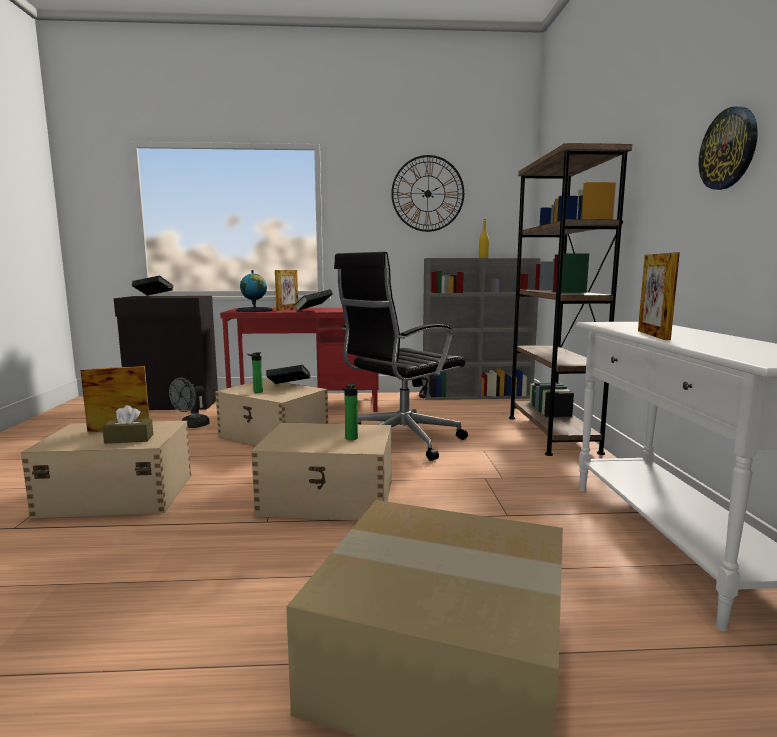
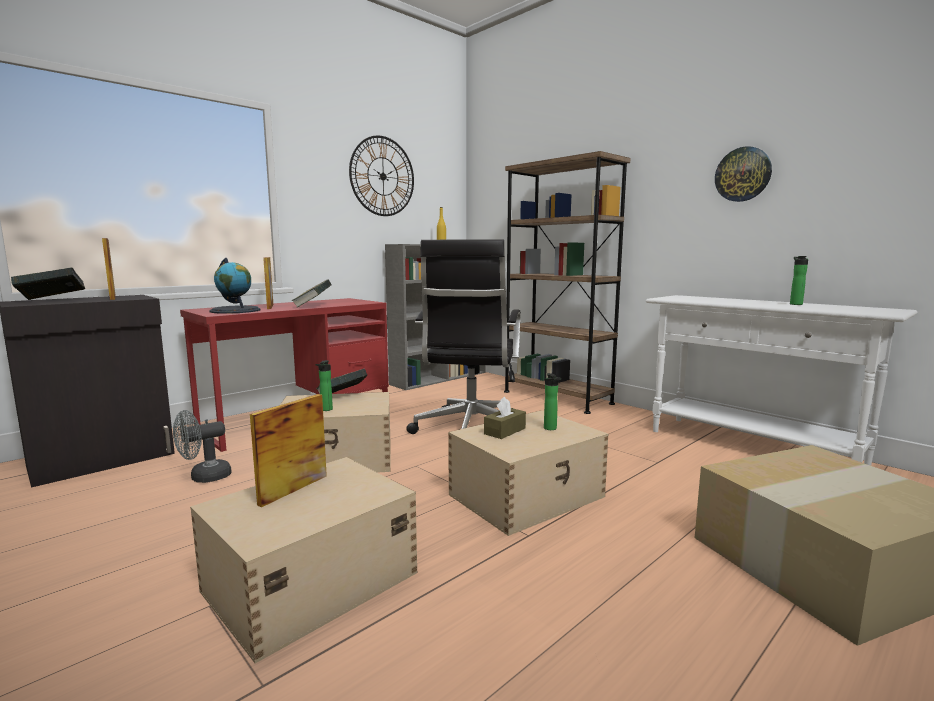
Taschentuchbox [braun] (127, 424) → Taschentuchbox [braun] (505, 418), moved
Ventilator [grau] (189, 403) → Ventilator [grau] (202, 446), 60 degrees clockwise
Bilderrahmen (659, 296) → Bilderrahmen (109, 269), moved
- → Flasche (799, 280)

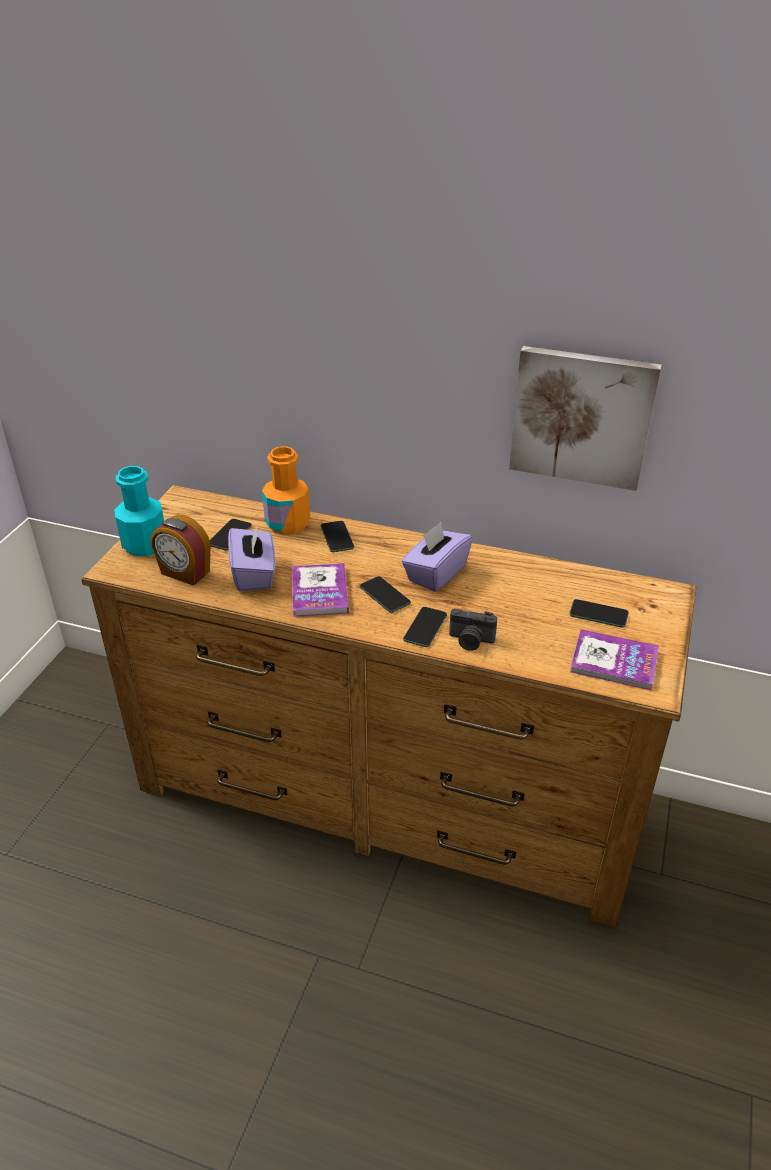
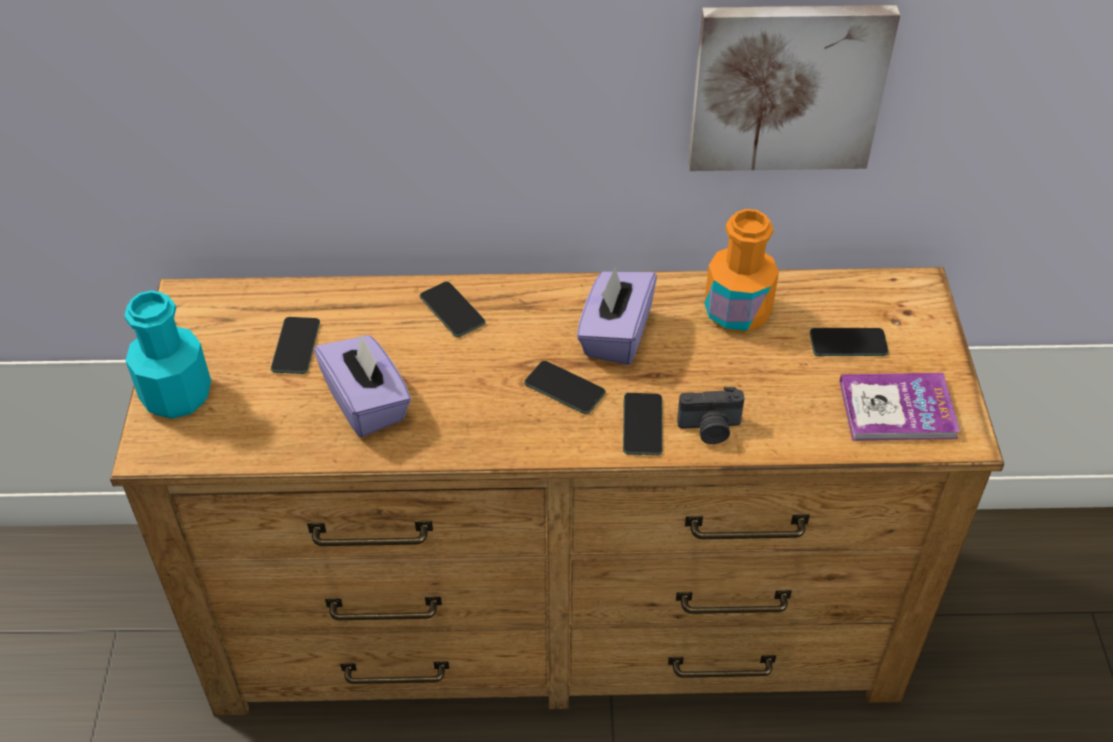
Wecker (181, 550) → -
Flasche [orange] (286, 490) → Flasche [orange] (741, 271), moved
Buch (320, 590) → -

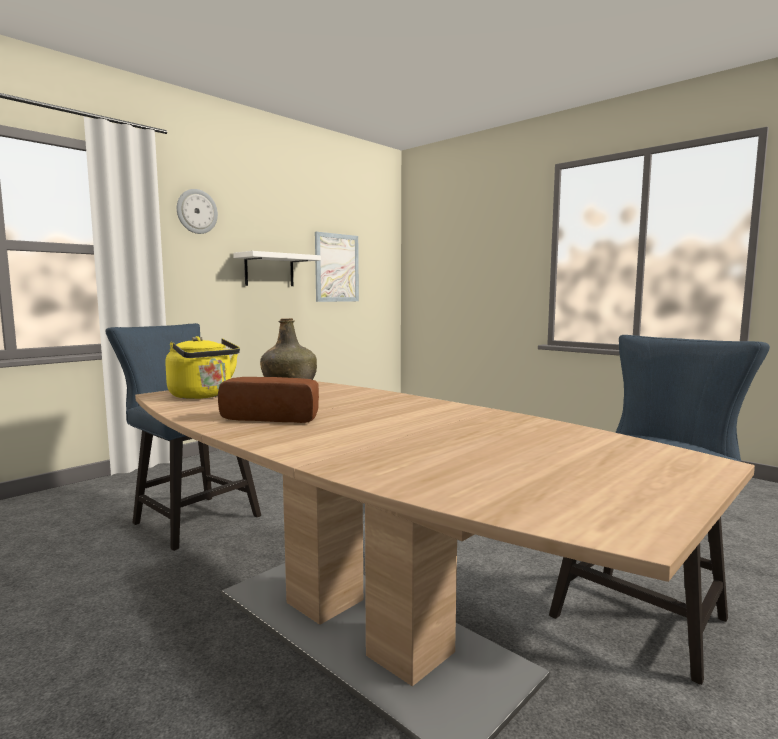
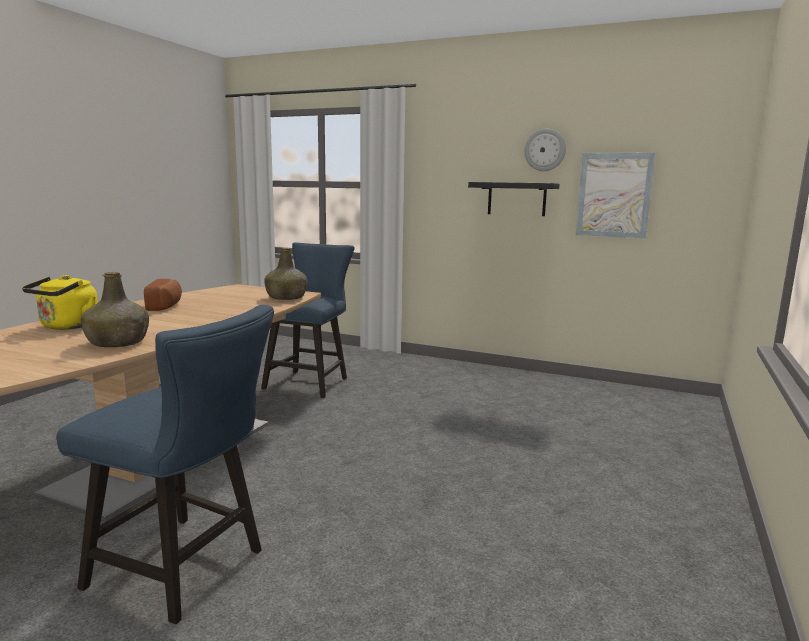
Wasserkessel [gelb] (202, 367) → Wasserkessel [gelb] (60, 302), moved
Wanduhr (197, 211) → Wanduhr (545, 150), moved
Wandregal [weiß] (277, 268) → Wandregal [schwarz] (514, 199)
- → Flasche [grün] (115, 309)

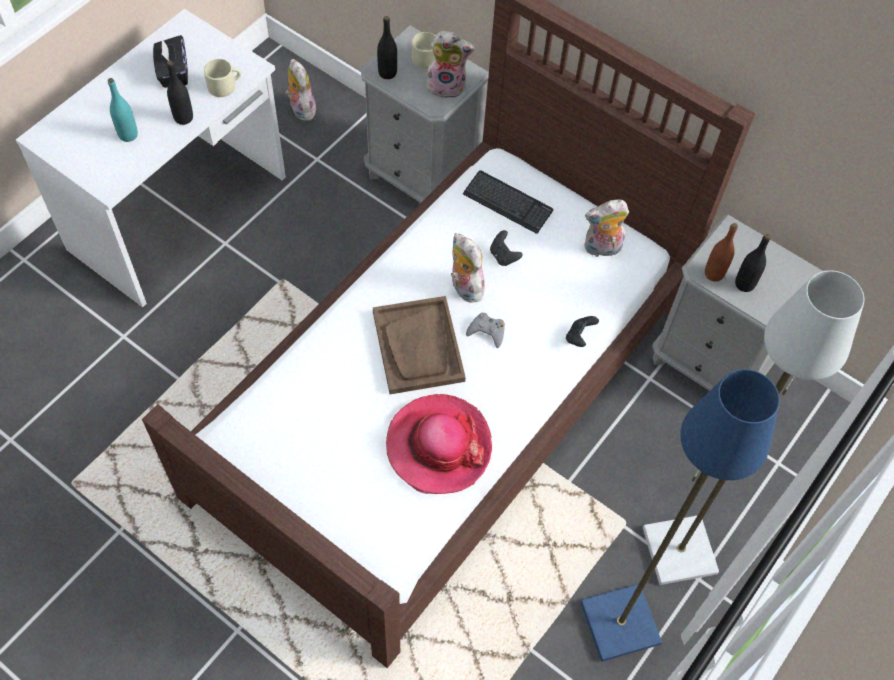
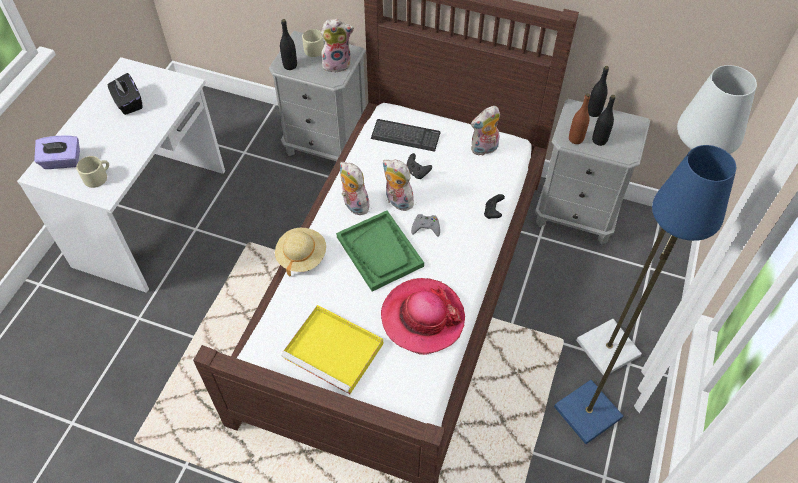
Flasche [türkis] (123, 110) → -
Flasche [schwarz] (180, 93) → Flasche [schwarz] (598, 91), moved
Henkelbecher [beige] (222, 78) → Henkelbecher [beige] (92, 172), moved
Plüschtier (300, 90) → Plüschtier (354, 188), moved
Tablett [braun] (419, 345) → Tablett [grün] (380, 251)
- → Taschentuchbox [lila] (57, 152)
- → Hut [beige] (300, 252)
- → Tablett [gelb] (332, 349)

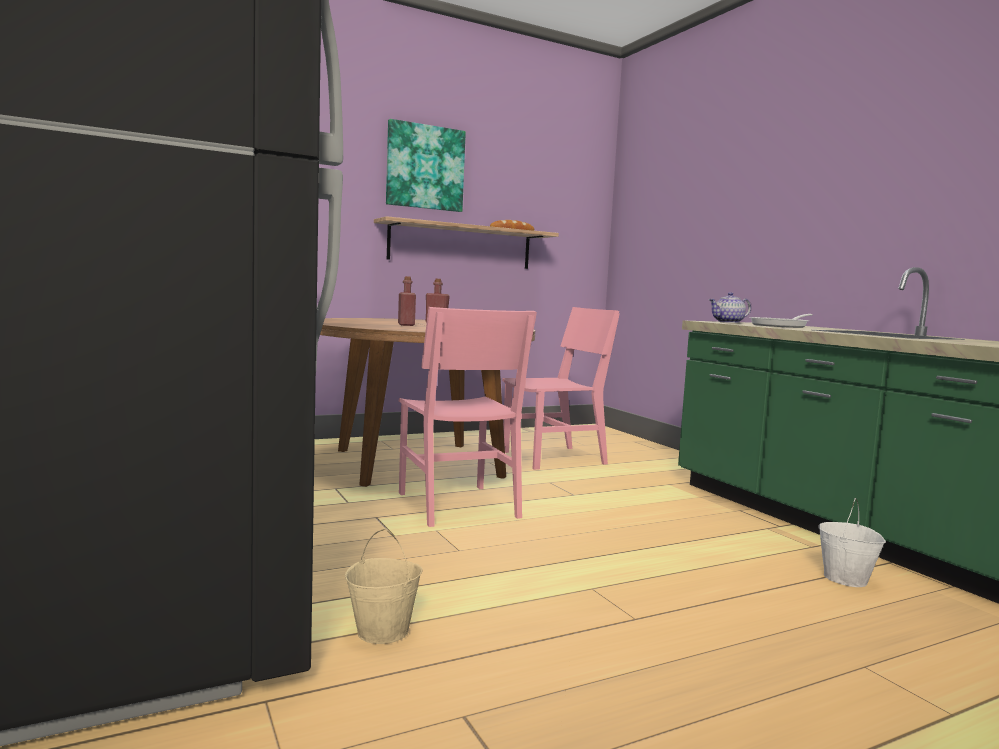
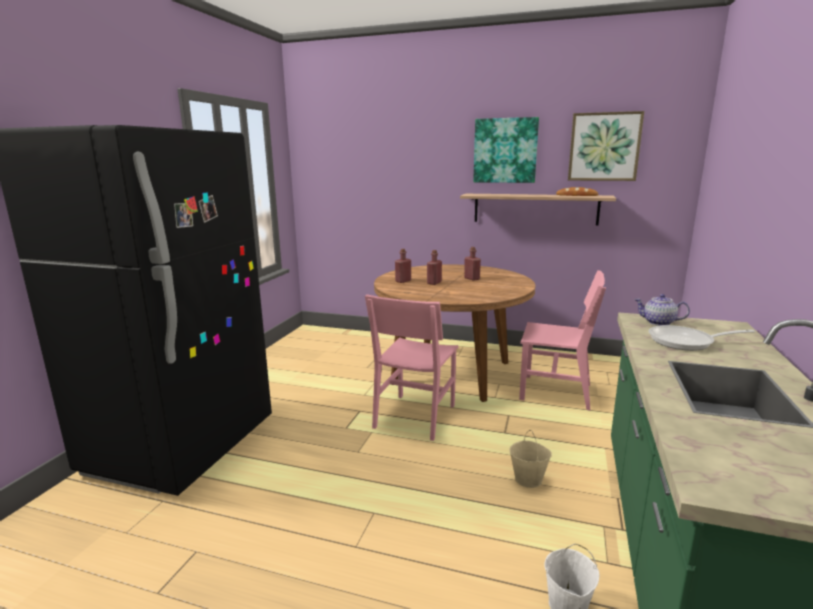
Eimer [beige] (384, 586) → Eimer [beige] (530, 459), moved
- → Flasche [rot] (403, 266)
- → Bild (606, 146)

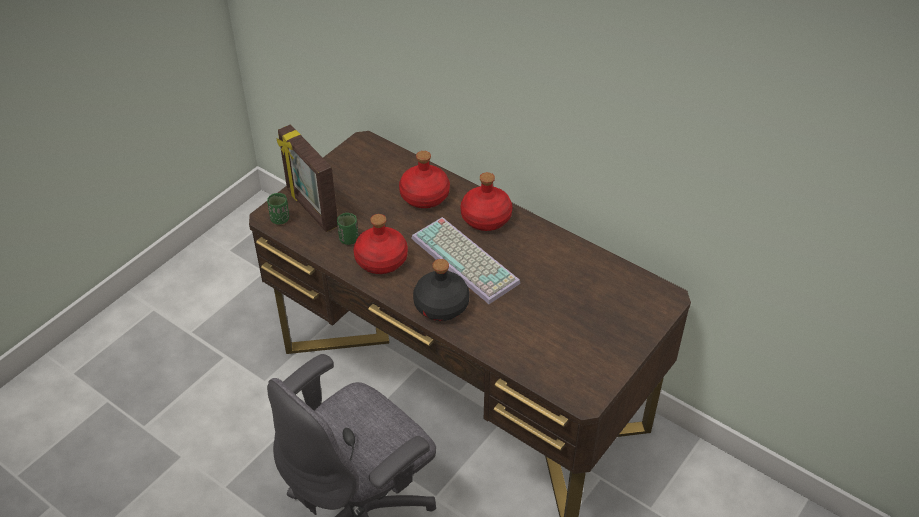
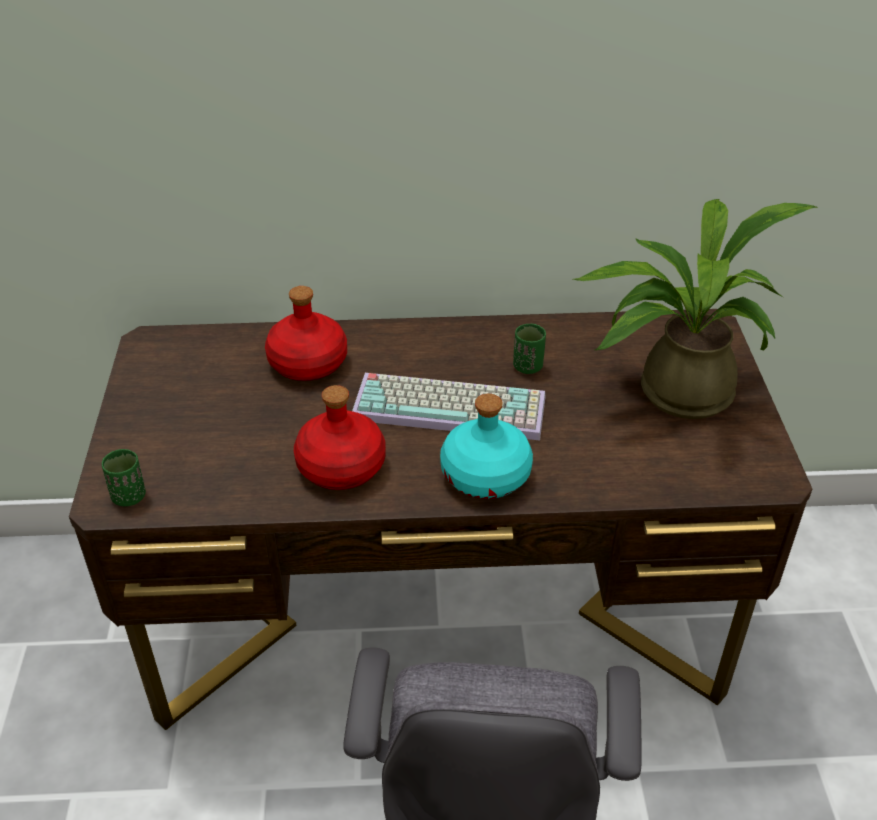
Bilderrahmen (307, 178) → -
Tasse [grün] (348, 229) → Tasse [grün] (529, 349), moved
Flasche [schwarz] (441, 290) → Flasche [türkis] (486, 446)
Flasche [rot] (486, 201) → -
- → Topfpflanze (695, 309)

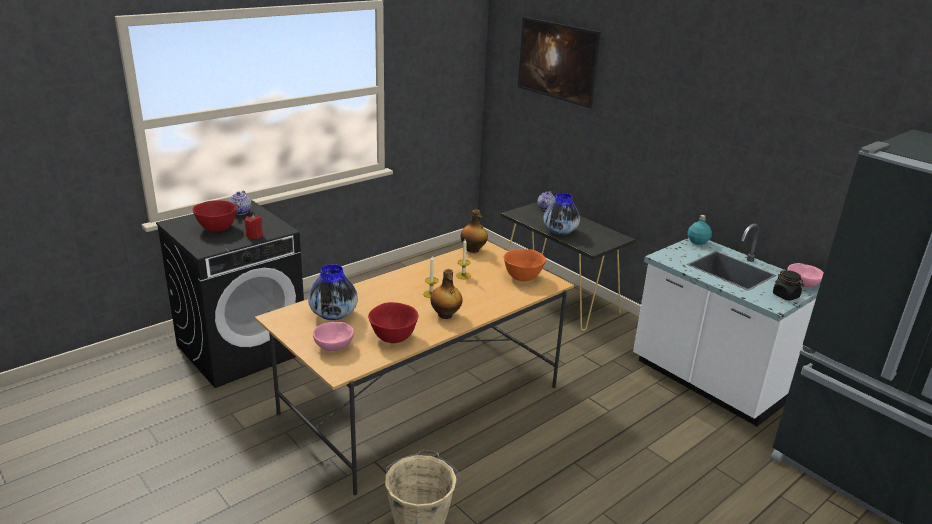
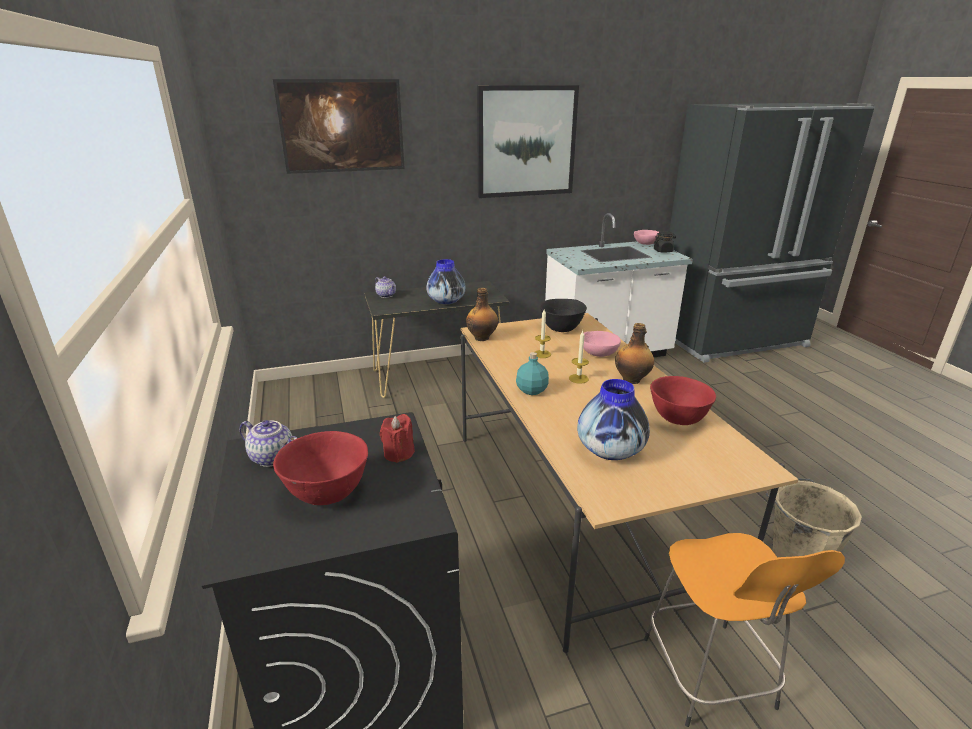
Schüssel [rosa] (333, 336) → Schüssel [rosa] (602, 344), moved
Schüssel [orange] (525, 265) → Schüssel [schwarz] (563, 315)
Flasche [türkis] (699, 230) → Flasche [türkis] (532, 373), moved
- → Bild (528, 141)
- → Hocker [orange] (744, 630)

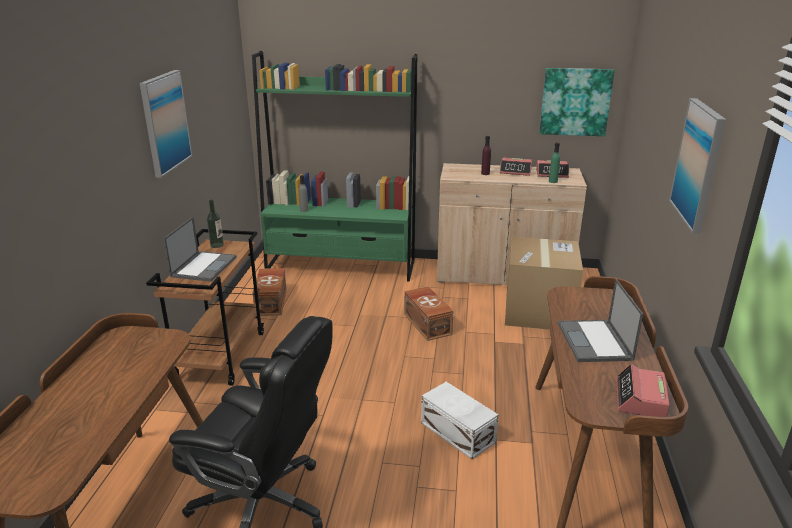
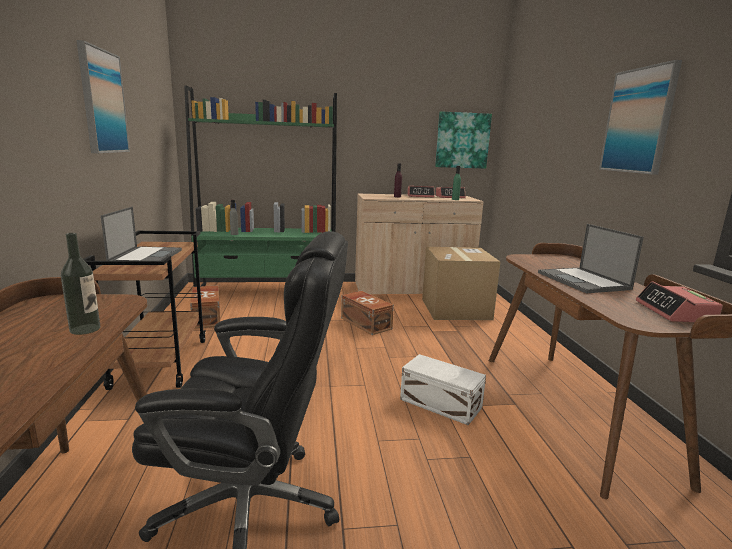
Flasche (215, 223) → Flasche (80, 284), moved

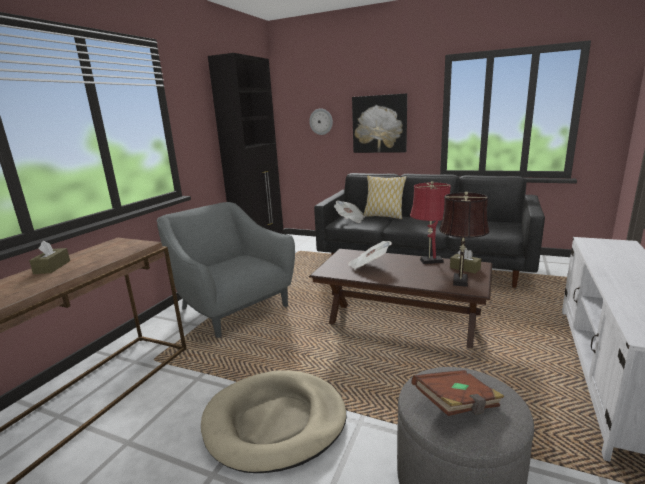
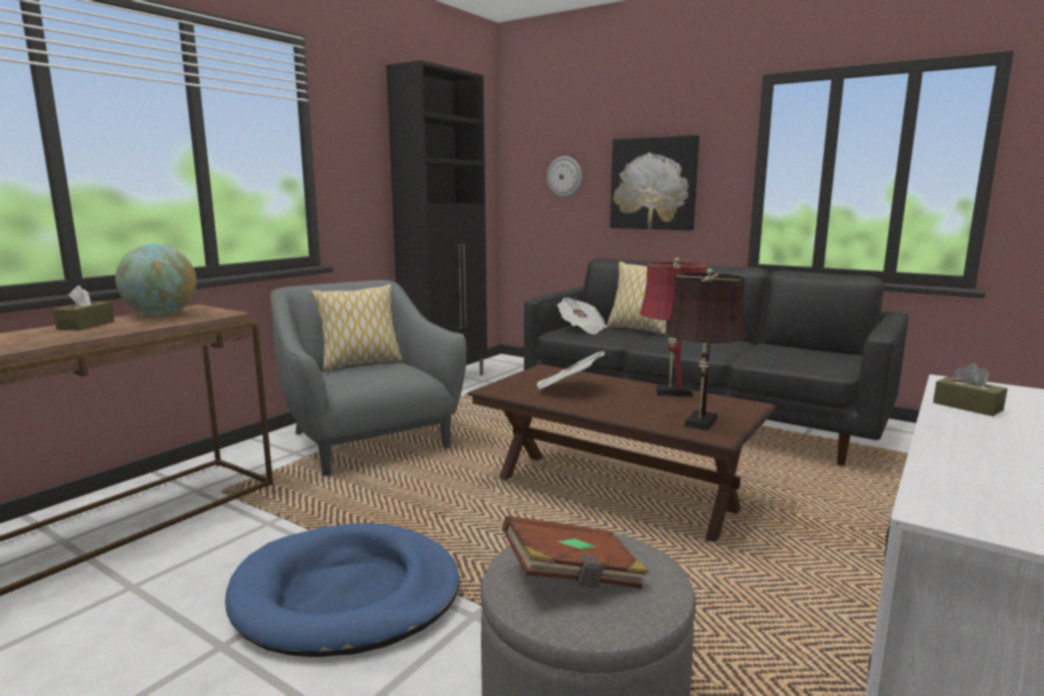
Hundebett [beige] (273, 421) → Hundebett [blau] (342, 590)
Taschentuchbox [braun] (465, 261) → Taschentuchbox [braun] (970, 389), moved
- → Globus (156, 280)
- → Kissen (357, 327)

